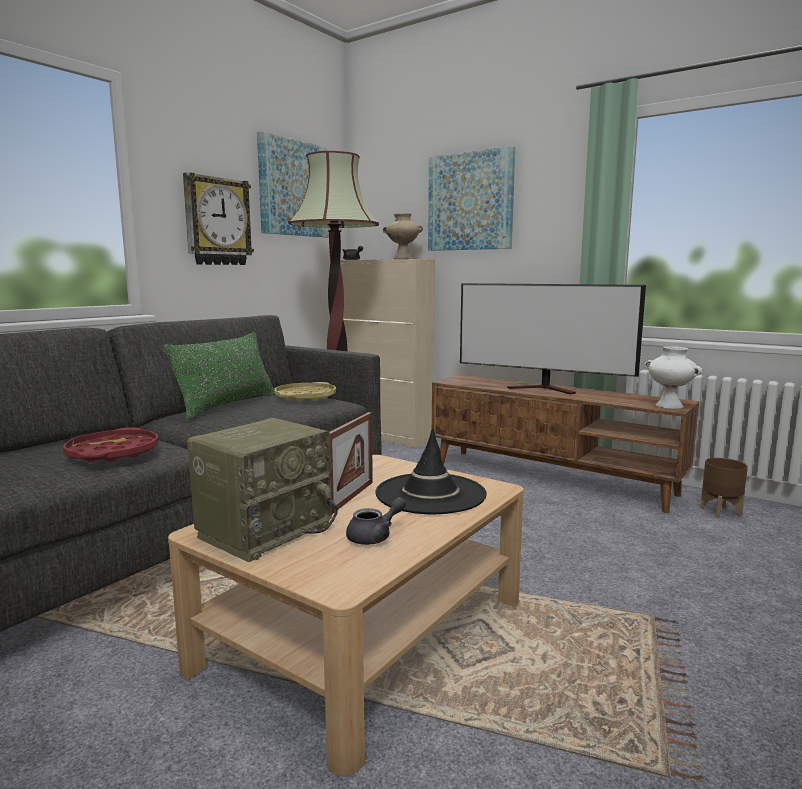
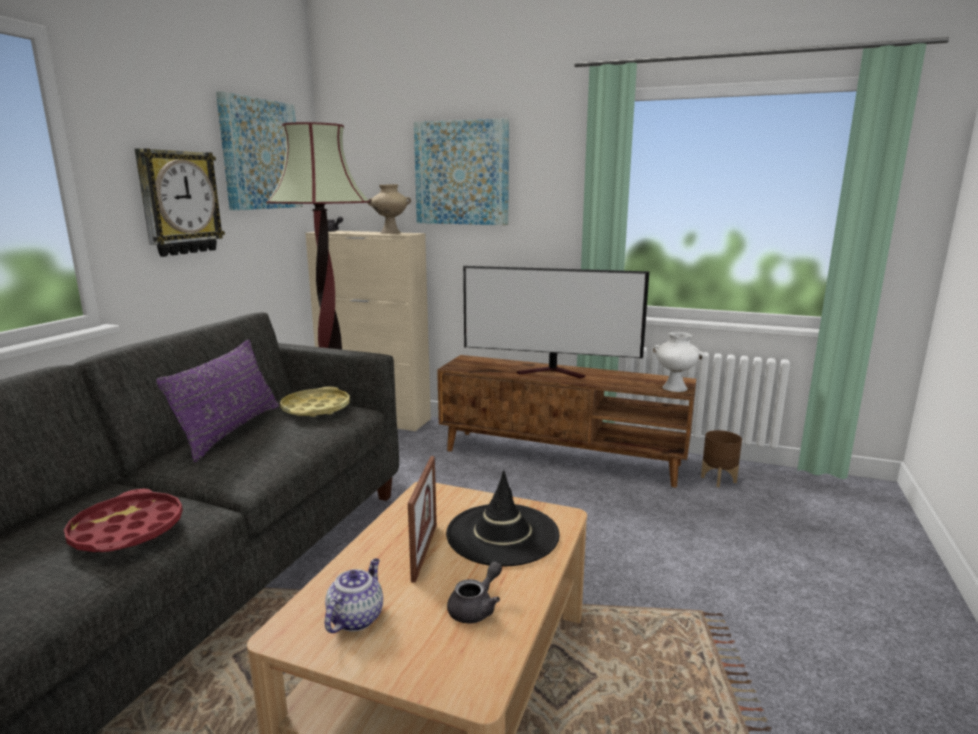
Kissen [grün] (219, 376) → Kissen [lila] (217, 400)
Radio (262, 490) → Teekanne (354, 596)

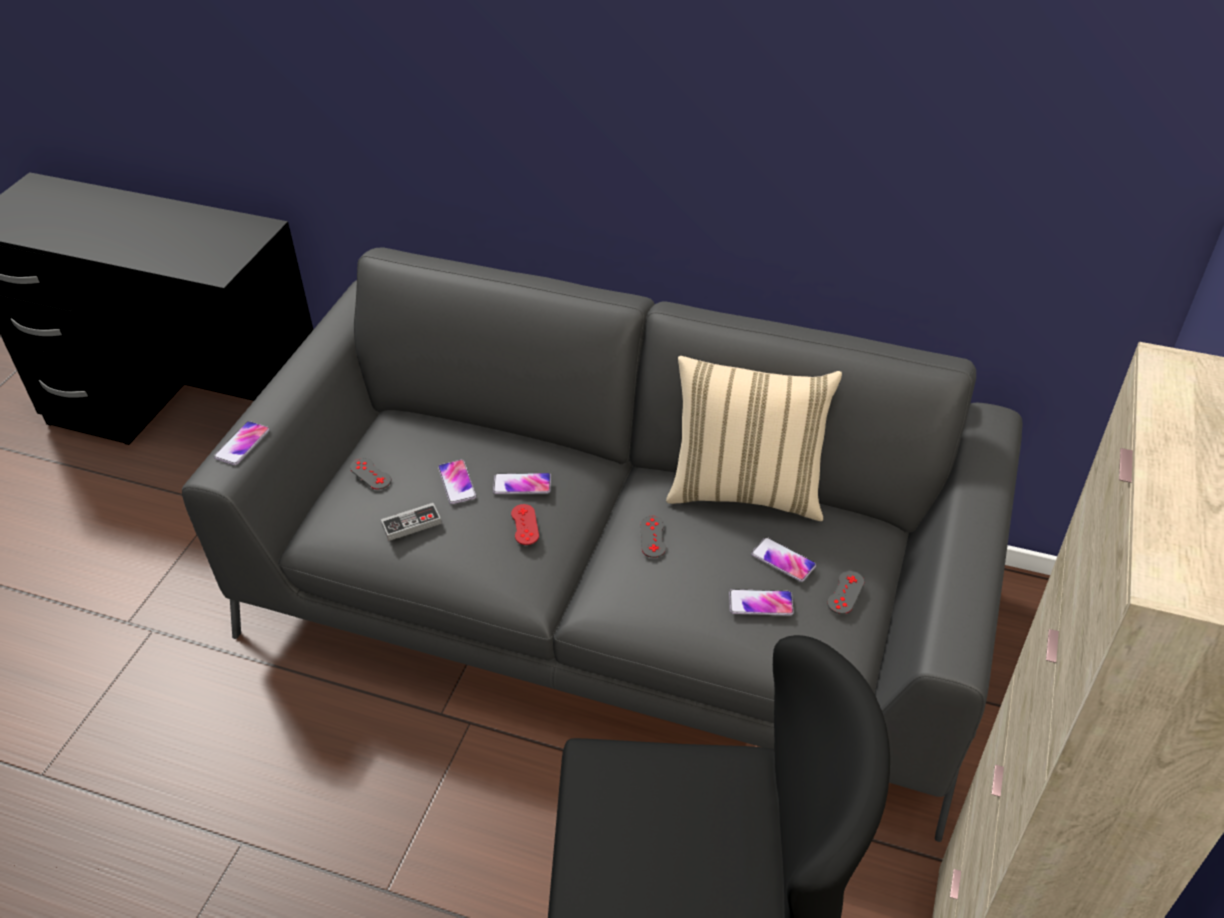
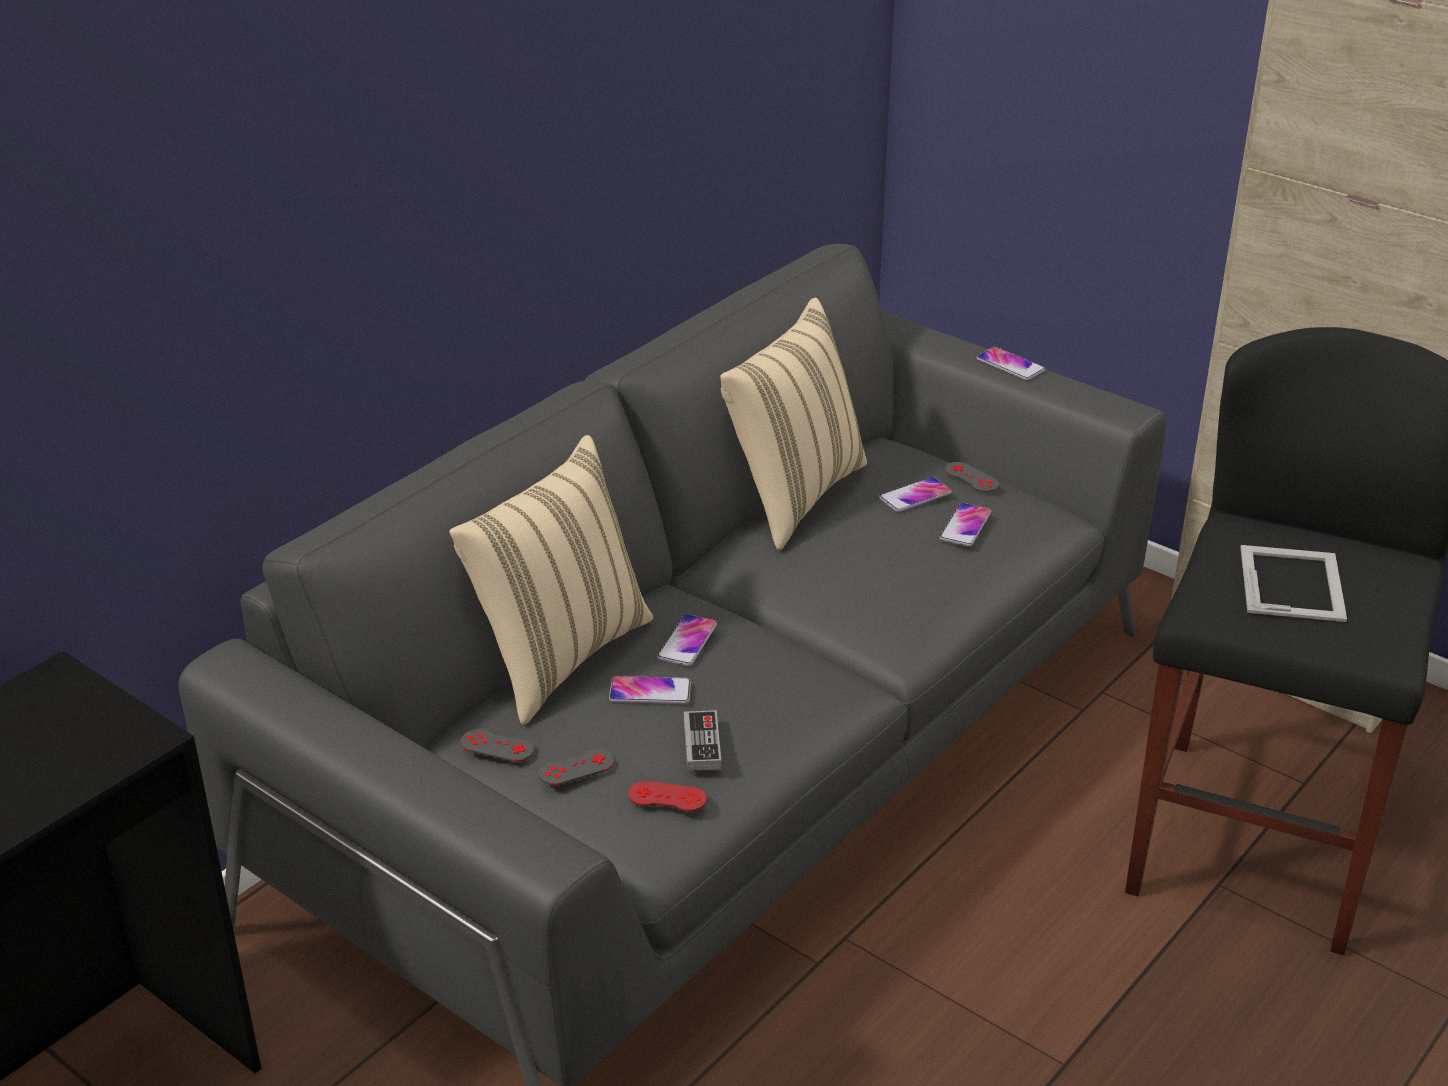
Handy (242, 443) → Handy (1010, 363), moved
Gamepad [rot] (525, 524) → Gamepad [rot] (667, 796), moved
Gamepad [grau] (653, 536) → Gamepad [grau] (497, 745), moved
- → Kissen [beige] (551, 580)
- → Bilderrahmen (1293, 583)

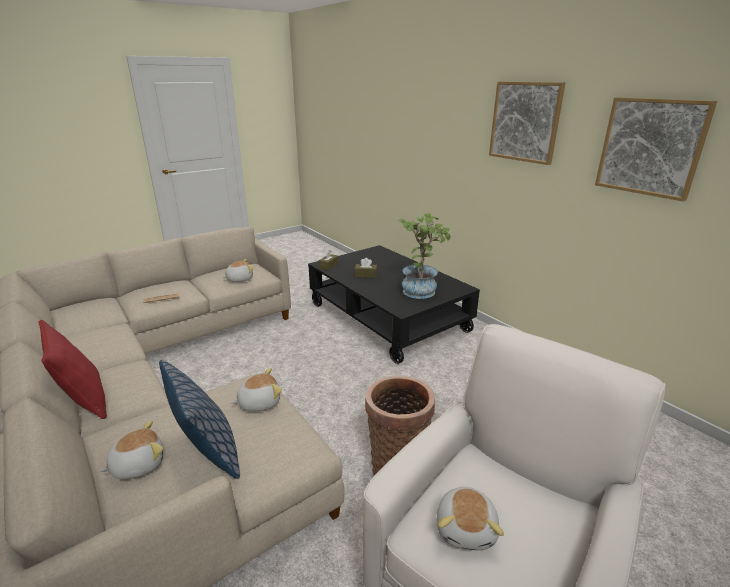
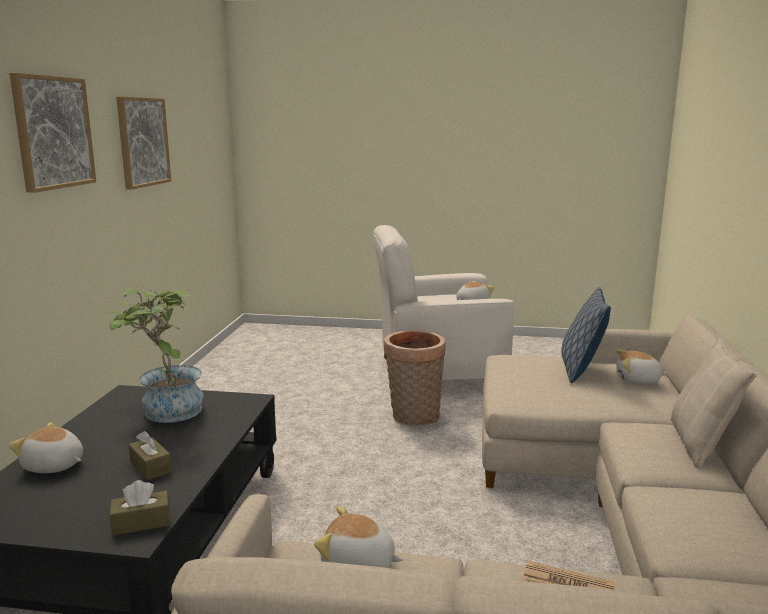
Kissen [rot] (73, 369) → Kissen [beige] (714, 402)
Plüschtier (256, 390) → Plüschtier (46, 447), moved

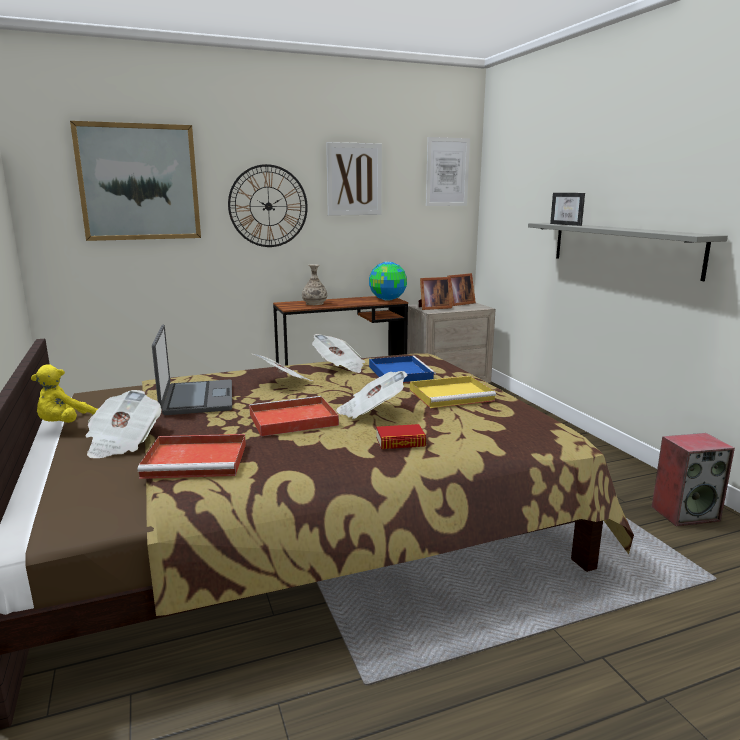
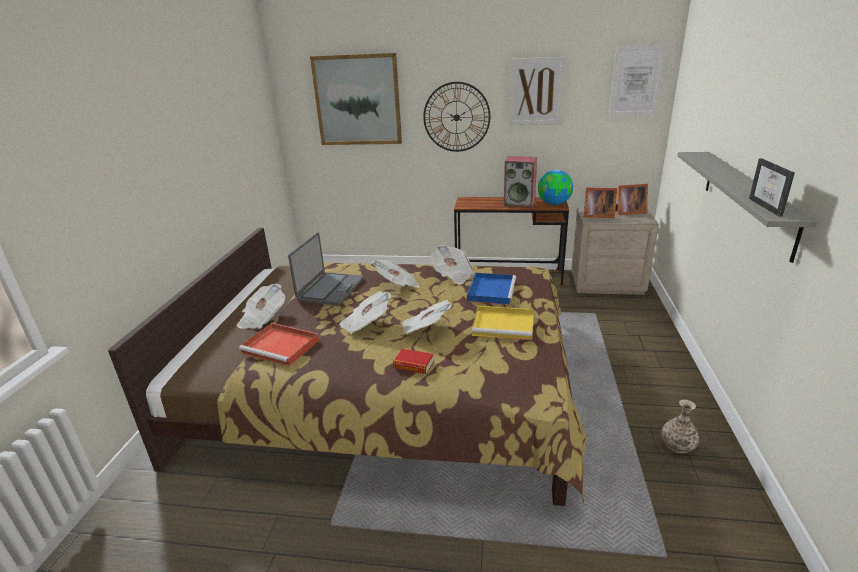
Plüschtier [gelb] (64, 394) → -
Tablett [rot] (294, 416) → Zeitung (365, 312)
Vase (314, 284) → Vase (680, 426), moved
Bilderrahmen (567, 209) → Bilderrahmen (772, 188), moved
Lautsprecher (693, 479) → Lautsprecher (520, 182), moved

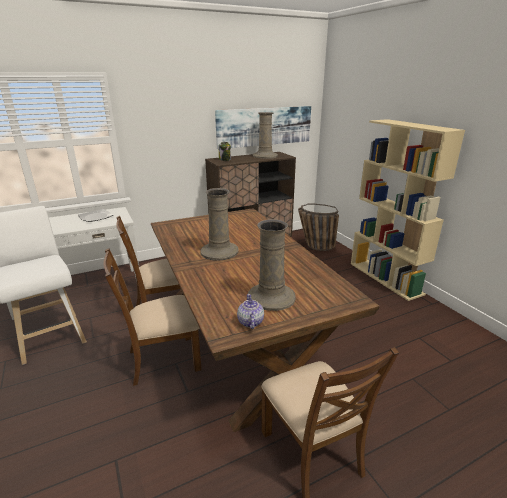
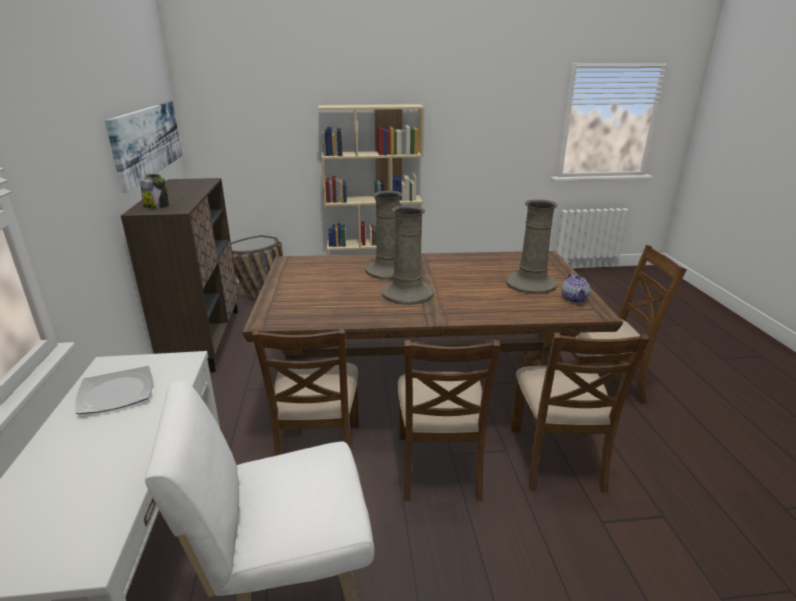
Teekanne (250, 311) → Teekanne (575, 288), 105 degrees counterclockwise
Vase [beige] (265, 135) → Vase [beige] (383, 235), moved
- → Stuhl [braun] (579, 413)

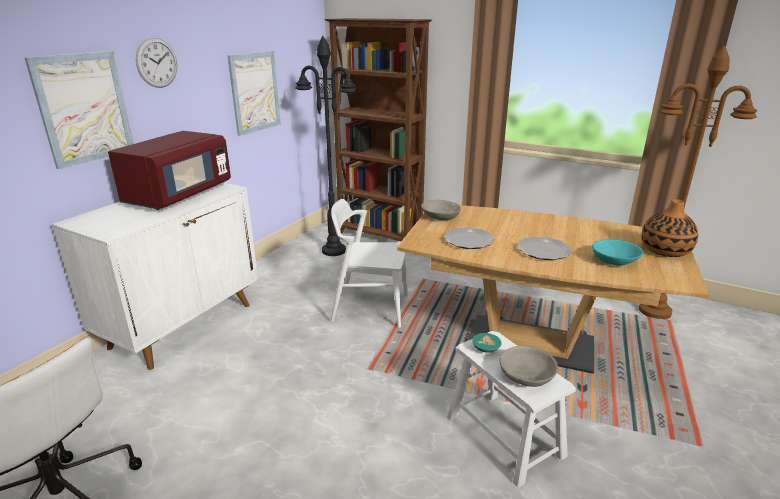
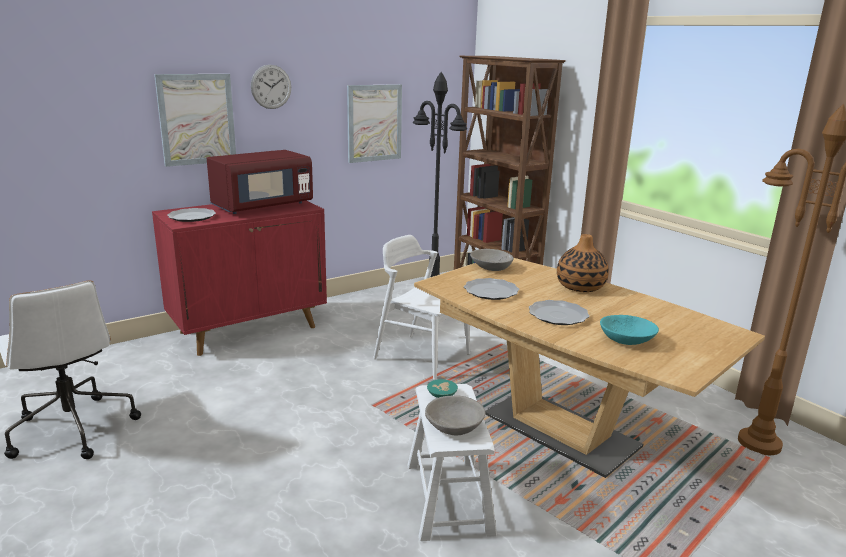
Schrank [weiß] (155, 276) → Schrank [rot] (239, 278)
Vase (670, 228) → Vase (583, 263), moved
- → Teller (191, 215)

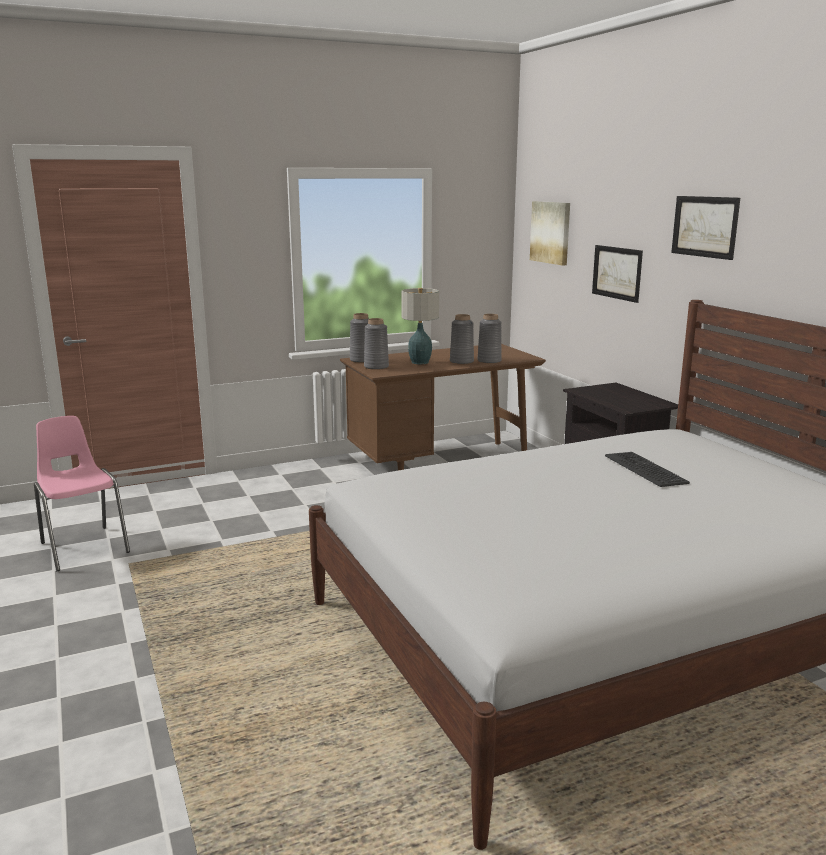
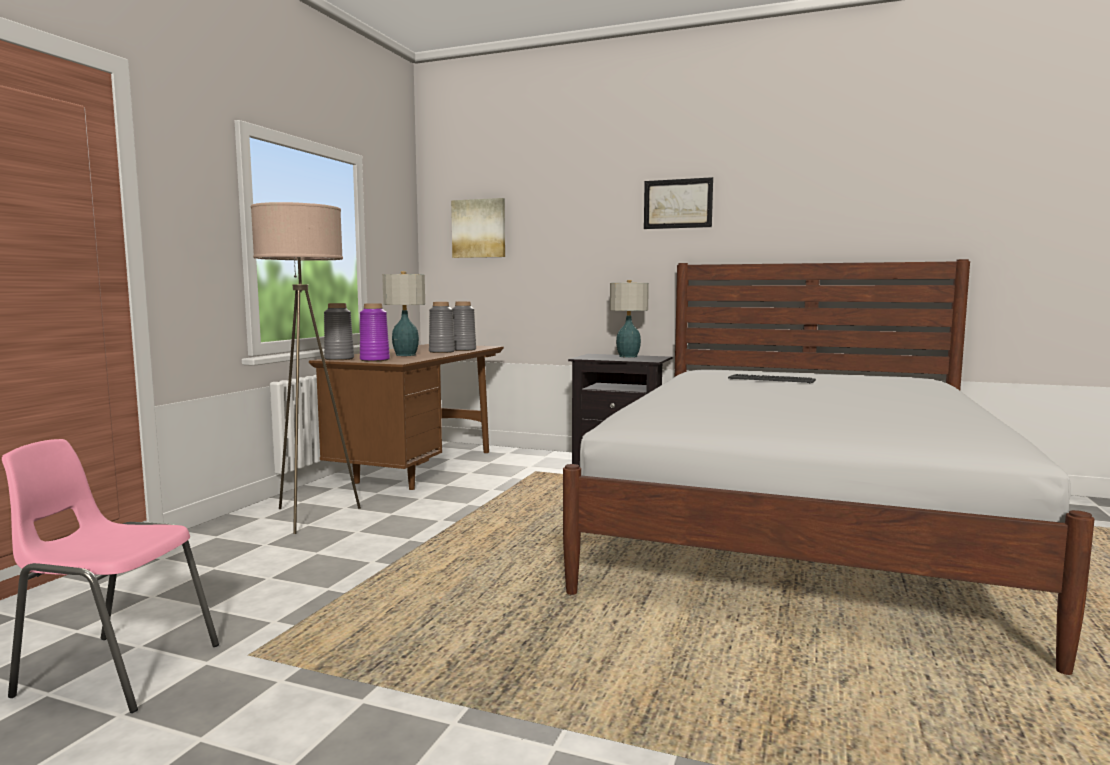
Vase [grau] (376, 344) → Vase [lila] (375, 332)
Bild (617, 274) → -
- → Stehlampe [beige] (306, 368)
- → Tischlampe (629, 319)

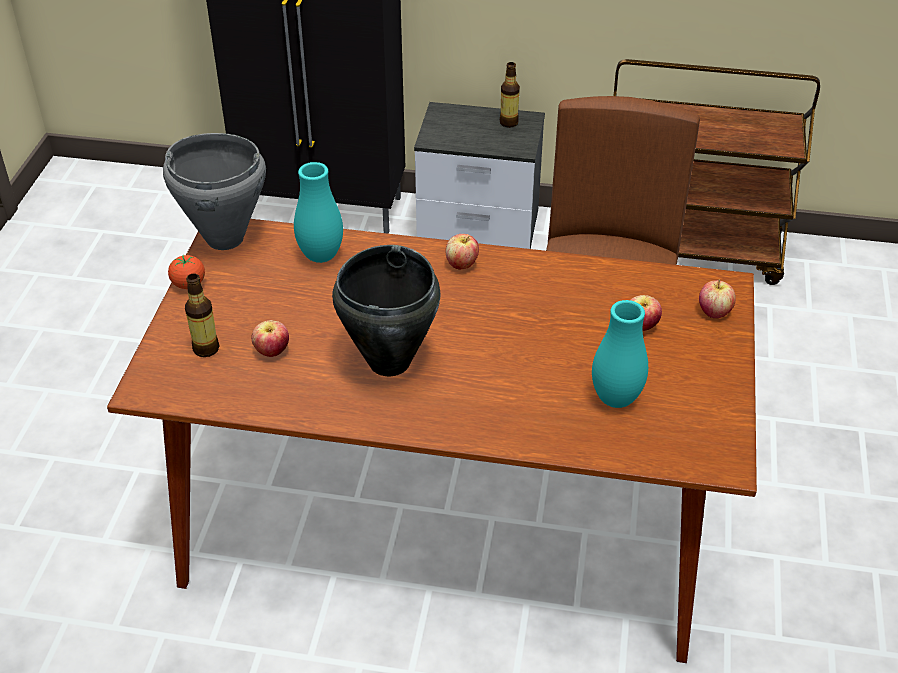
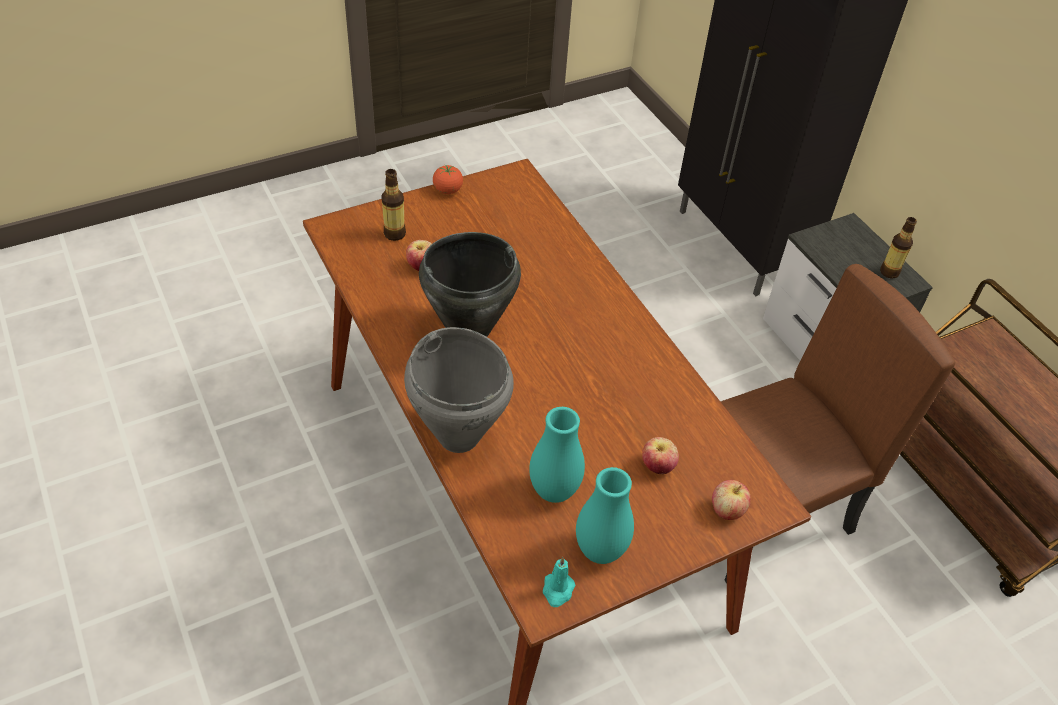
Kochtopf [grau] (214, 191) → Kochtopf [grau] (459, 390), moved
Vase [türkis] (318, 212) → Vase [türkis] (605, 515), moved
Apfel (462, 251) → -
- → Kerze [türkis] (559, 582)

